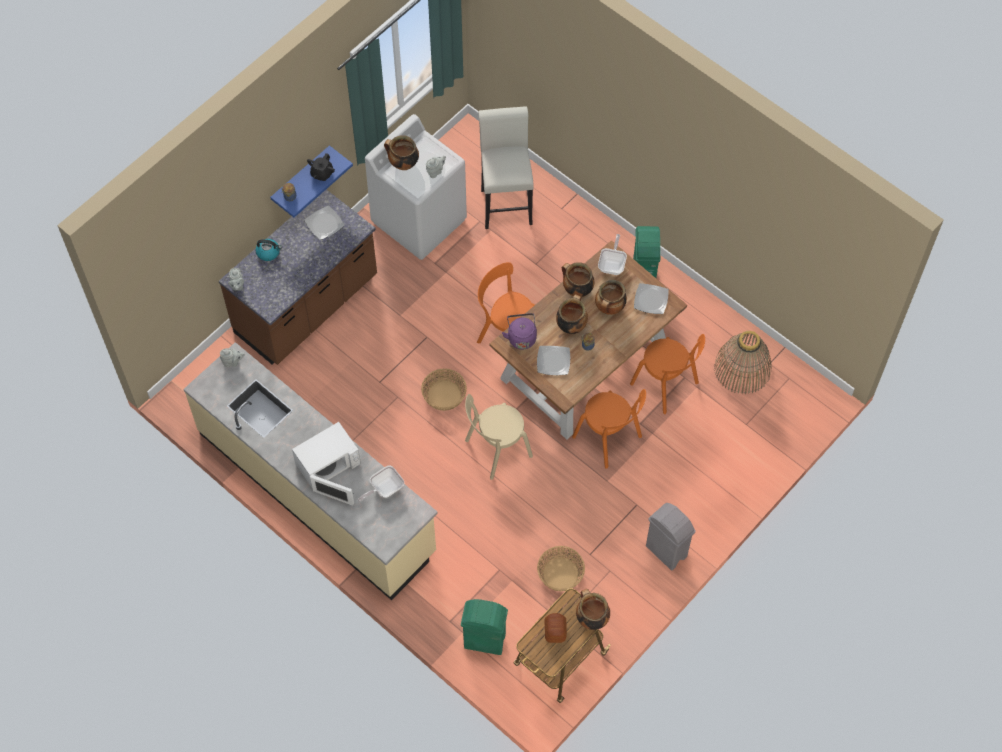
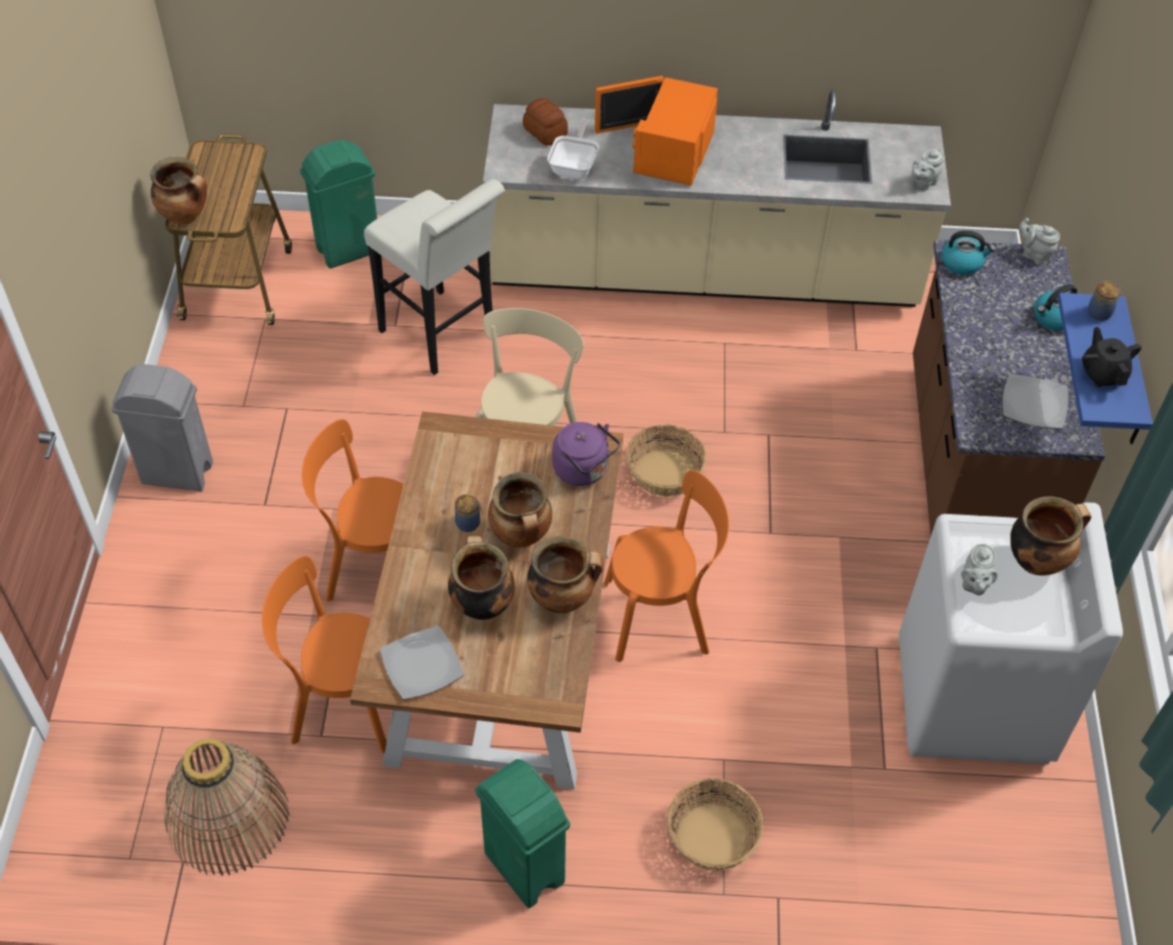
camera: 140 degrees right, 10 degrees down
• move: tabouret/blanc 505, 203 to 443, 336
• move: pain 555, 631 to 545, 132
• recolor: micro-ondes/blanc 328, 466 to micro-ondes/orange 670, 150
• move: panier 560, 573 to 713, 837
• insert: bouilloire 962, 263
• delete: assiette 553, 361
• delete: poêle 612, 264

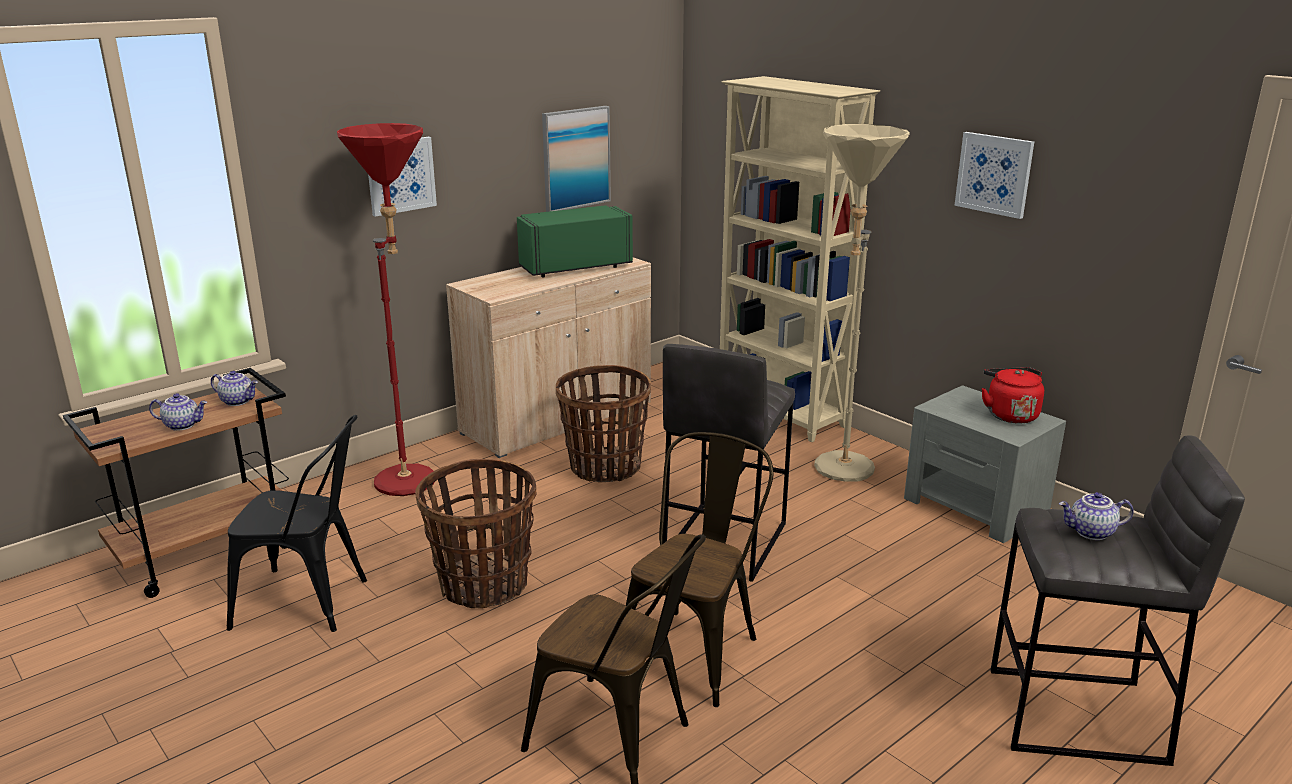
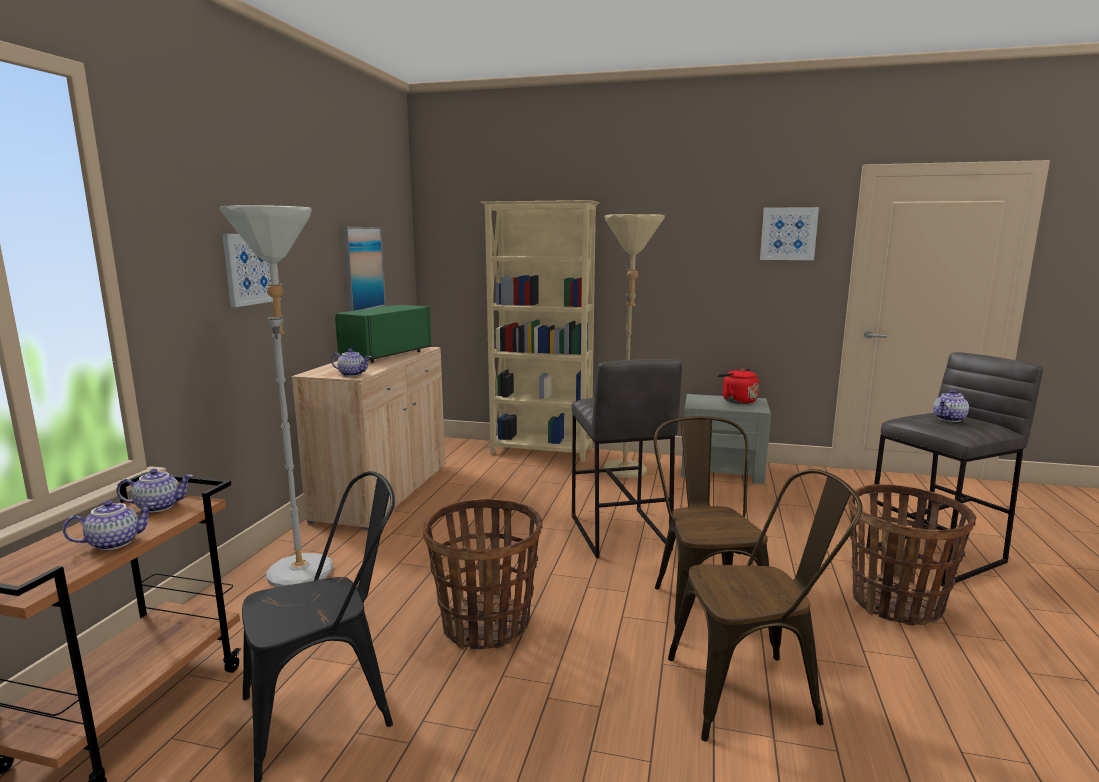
camera: 35 degrees left, 10 degrees down
• recolor: lampadaire/rouge 412, 475 to lampadaire/gris 301, 566
• insert: théière 352, 374
• move: tableau 994, 174 to 788, 233
• move: panier 604, 467 to 896, 603

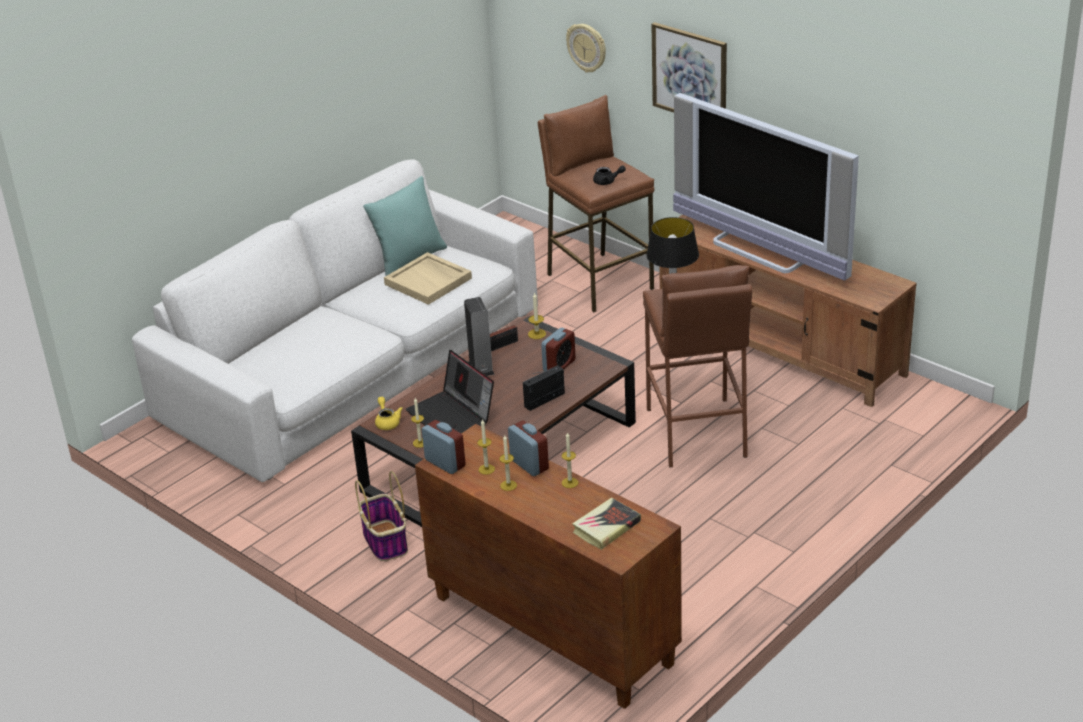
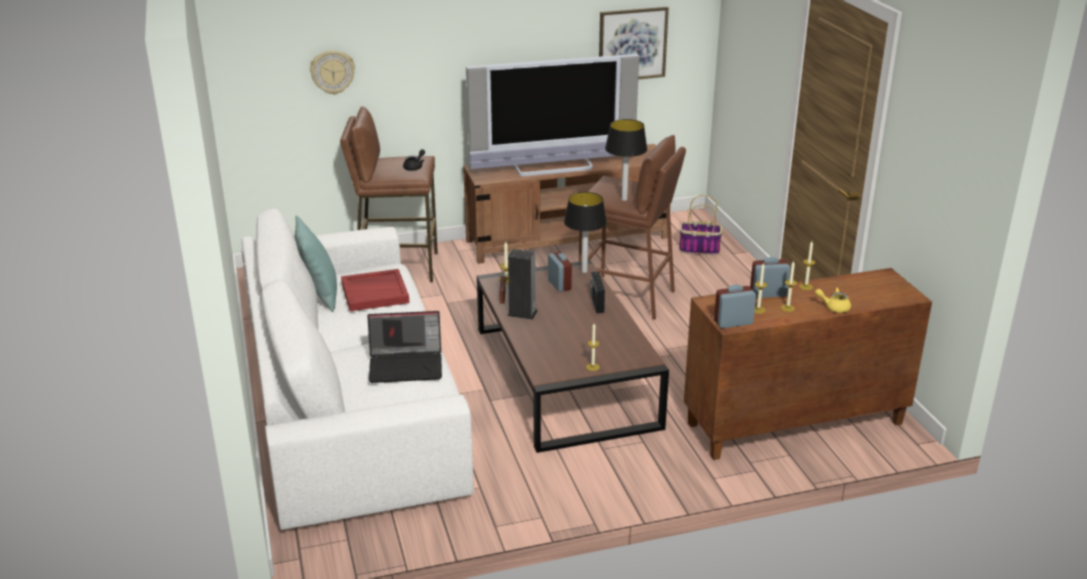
camera: 60 degrees left, 5 degrees down
• recolor: plateau/beige 429, 281 to plateau/rouge 375, 292
• move: ordinateur portable 452, 416 to 407, 365
• insert: lampe de table 584, 271
• move: tableau 690, 74 to 632, 44
• move: panier 384, 541 to 698, 249
• move: théière/jaune 387, 422 to 833, 307
• delete: livre 606, 527

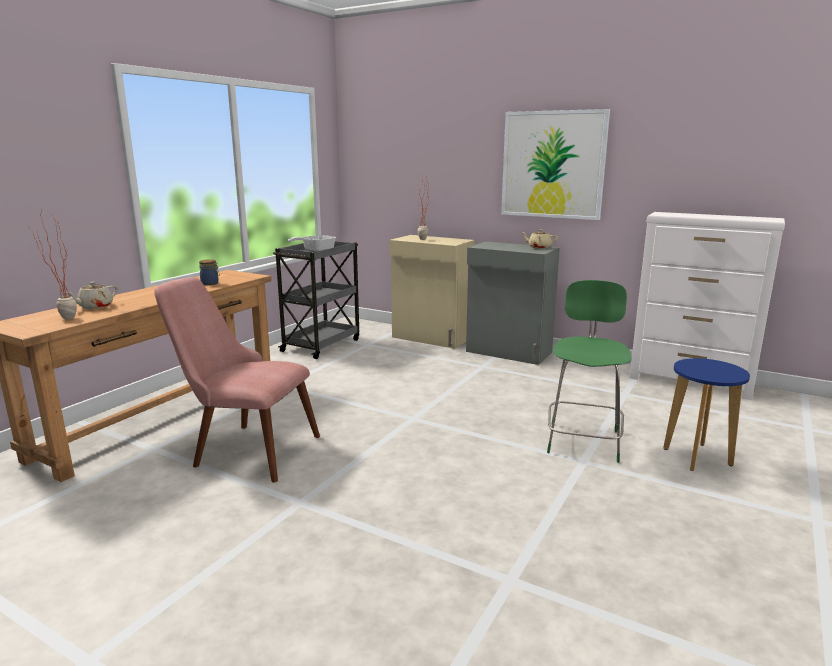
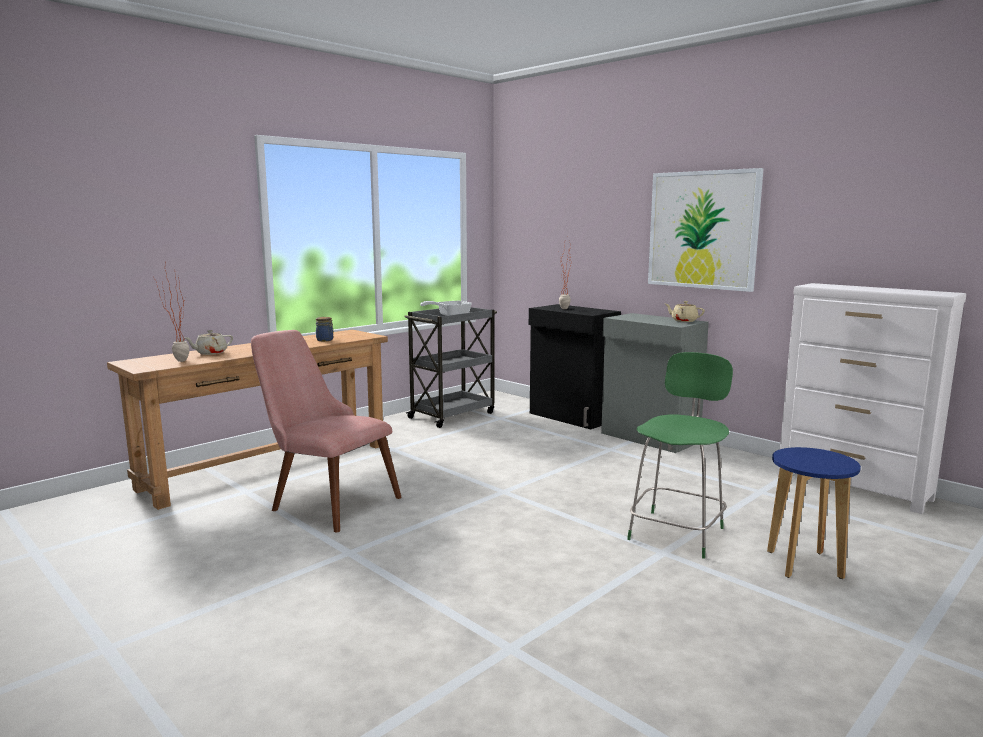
camera: 15 degrees right, 5 degrees down
• recolor: meuble de rangement/beige 431, 338 to meuble de rangement/noir 571, 417

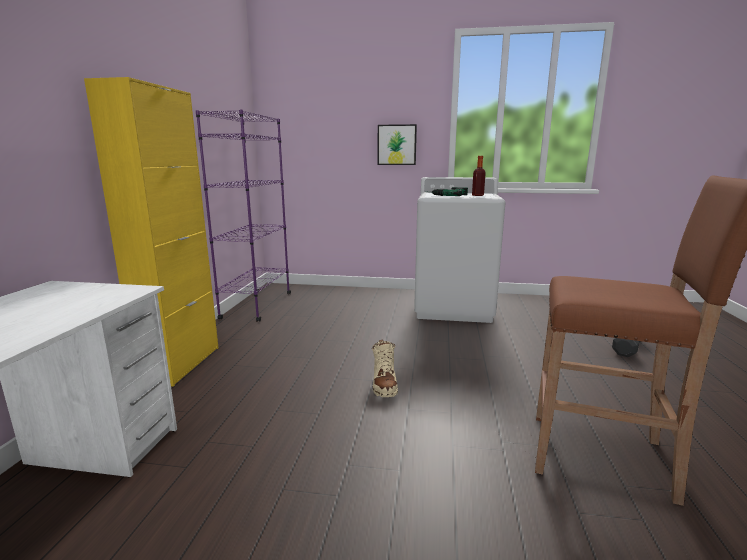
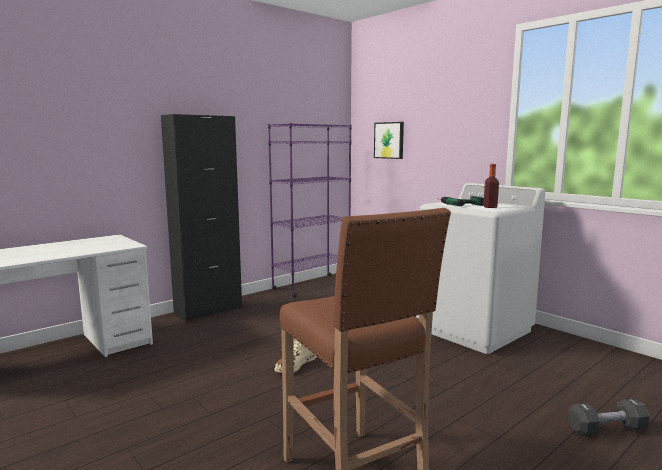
camera: 40 degrees right, 5 degrees down
• recolor: meuble de rangement/jaune 181, 364 to meuble de rangement/noir 208, 311
• move: tableau 397, 145 to 389, 140

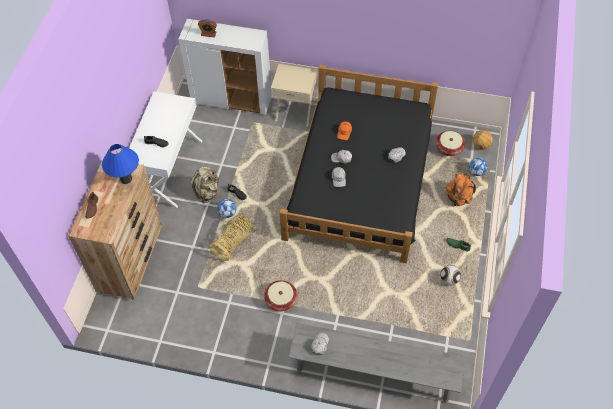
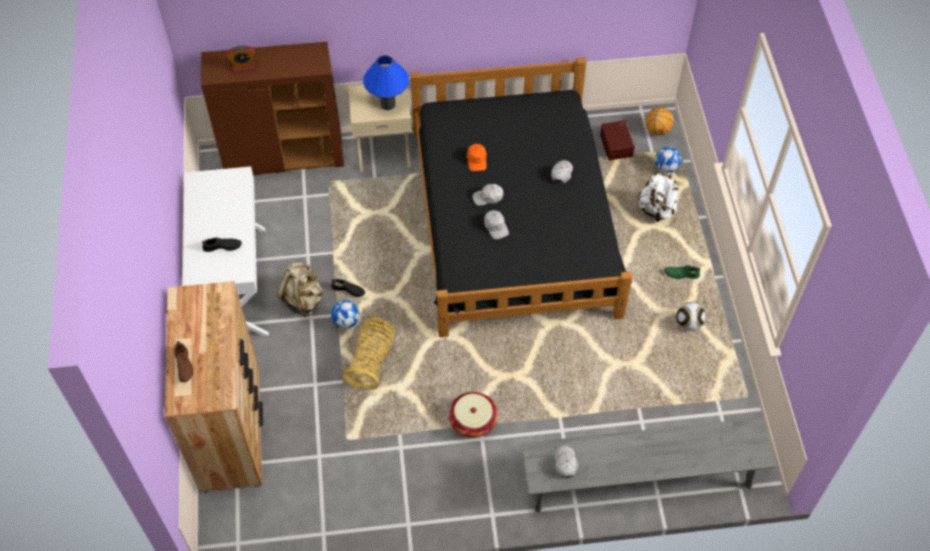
camera: 20 degrees left, 0 degrees up
• recolor: meuble de rangement/blanc 232, 99 to meuble de rangement/marron 285, 157
• move: lampe de table/bleu 126, 179 to 388, 104
• replace: panier 449, 148 to boîte de rangement/marron 617, 145
• recolor: sac à dos/orange 458, 198 to sac à dos/blanc 656, 210

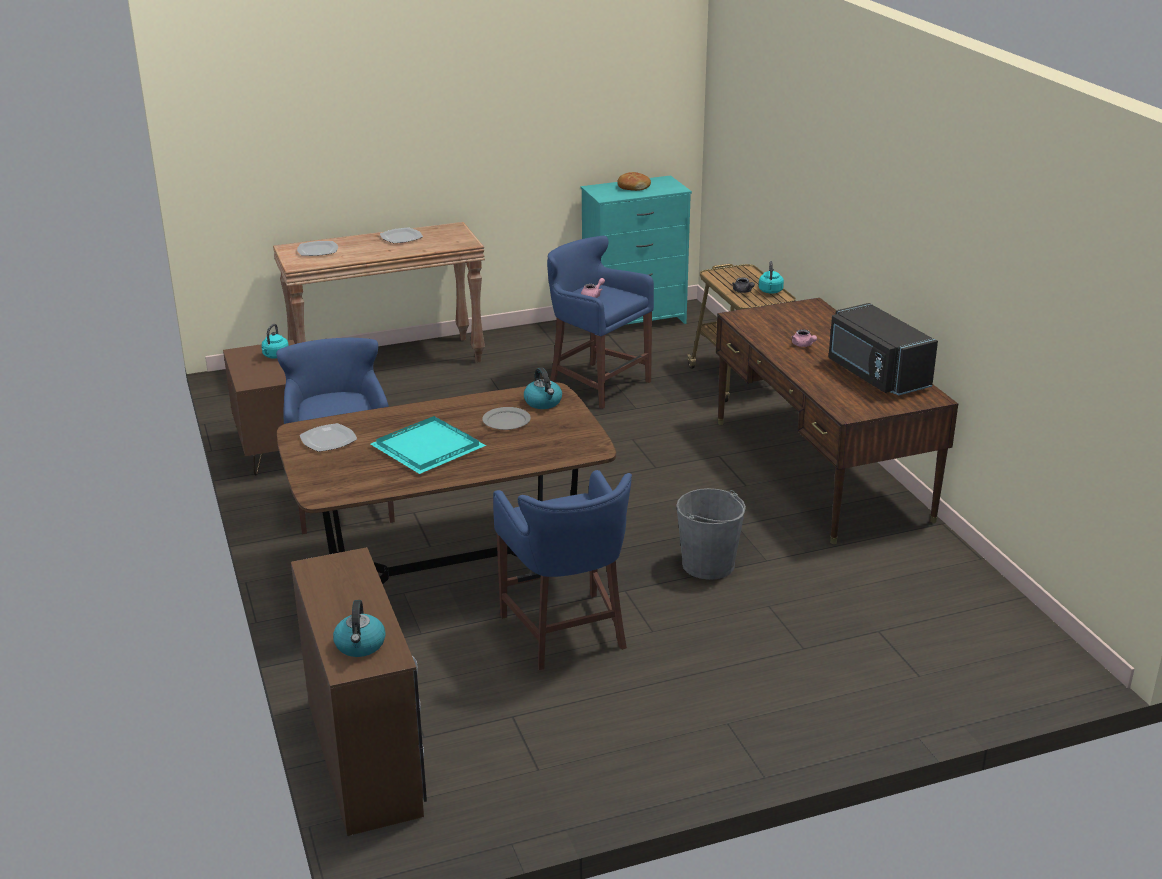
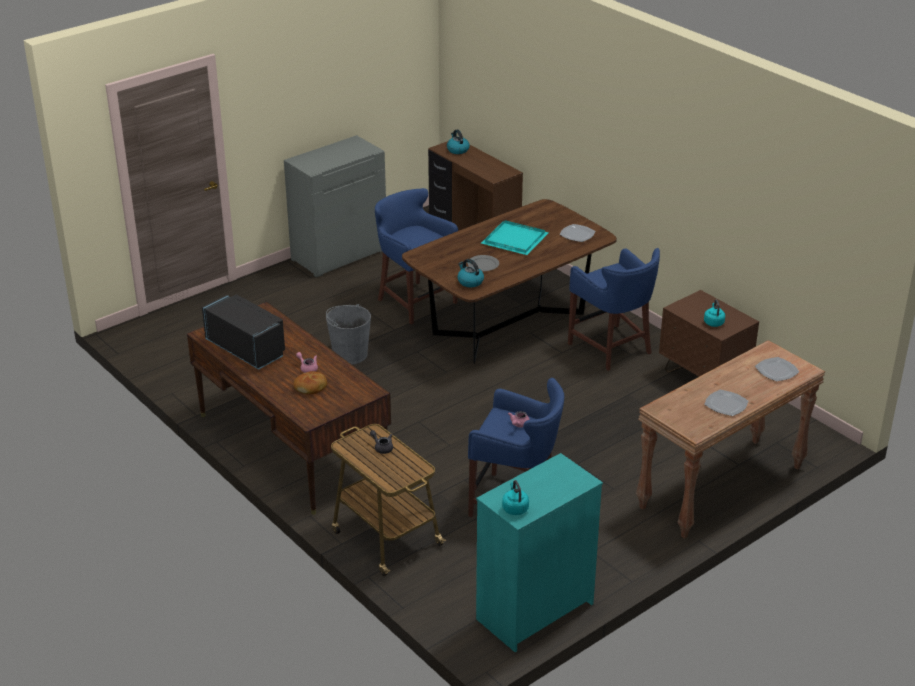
camera: 160 degrees right, 5 degrees up
• insert: meuble de rangement/gris 339, 254
• move: pain 633, 187 to 311, 387
• move: bouilloire/turquoise 770, 291 to 515, 508

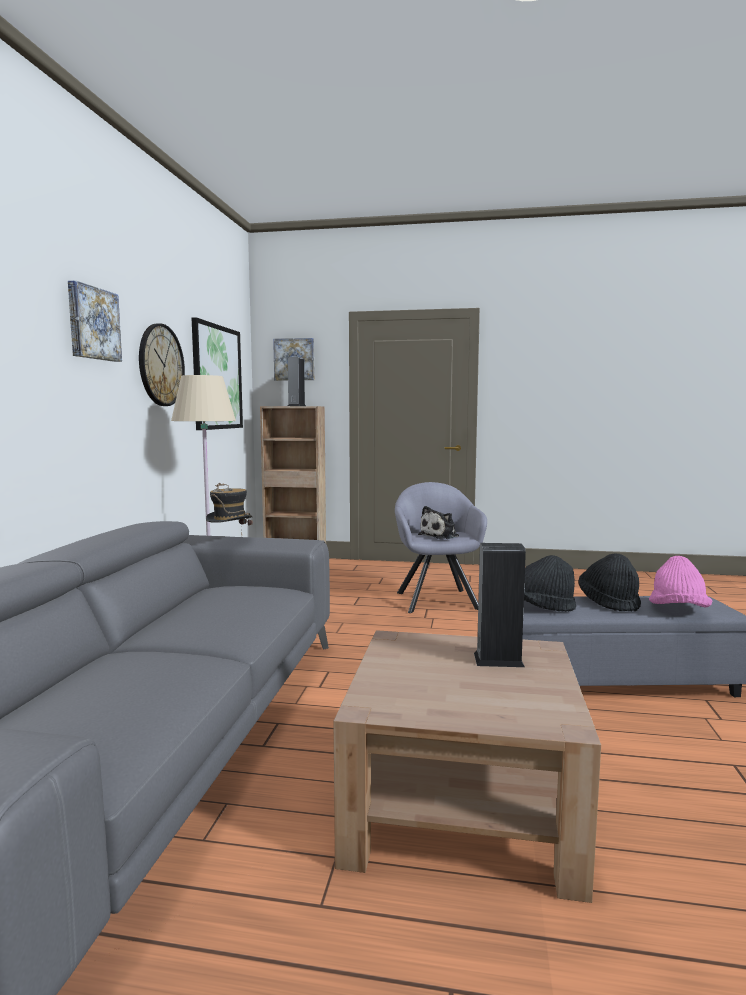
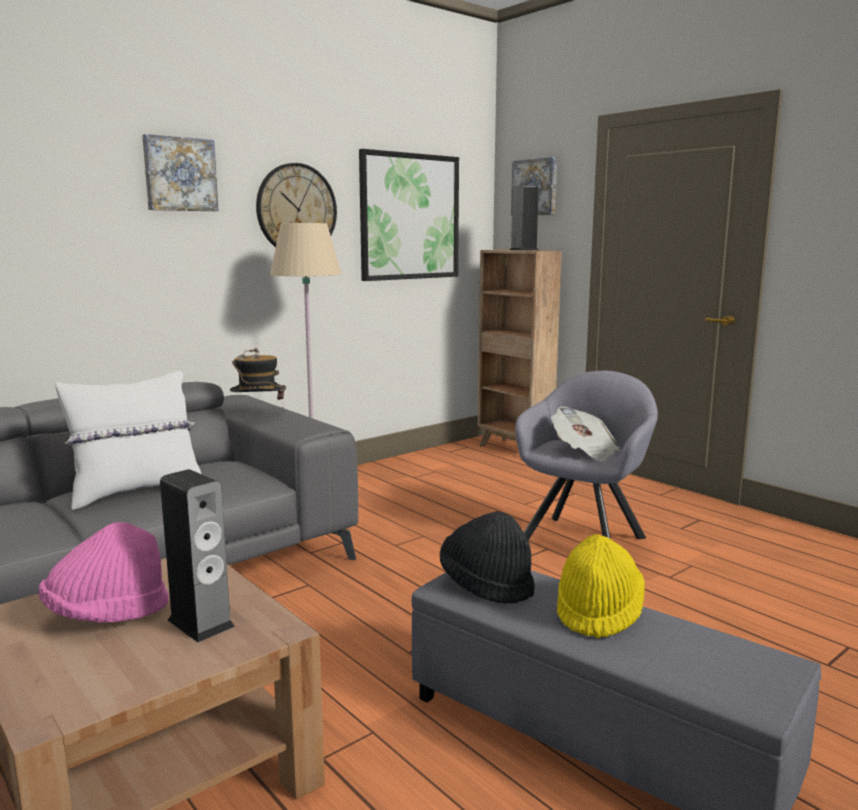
camera: 40 degrees right, 5 degrees up
• move: chapeau/rose 677, 610 to 107, 614
• insert: coussin/blanc 137, 492
• replace: peluche 440, 536 to journal 584, 451
• recolor: chapeau/noir 609, 602 to chapeau/jaune 598, 612

